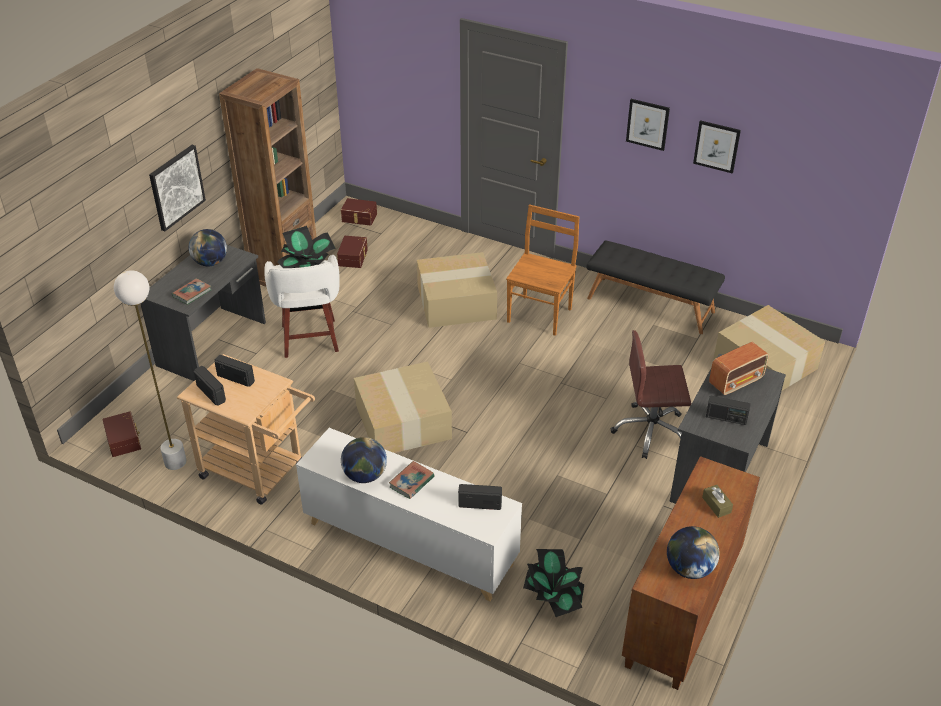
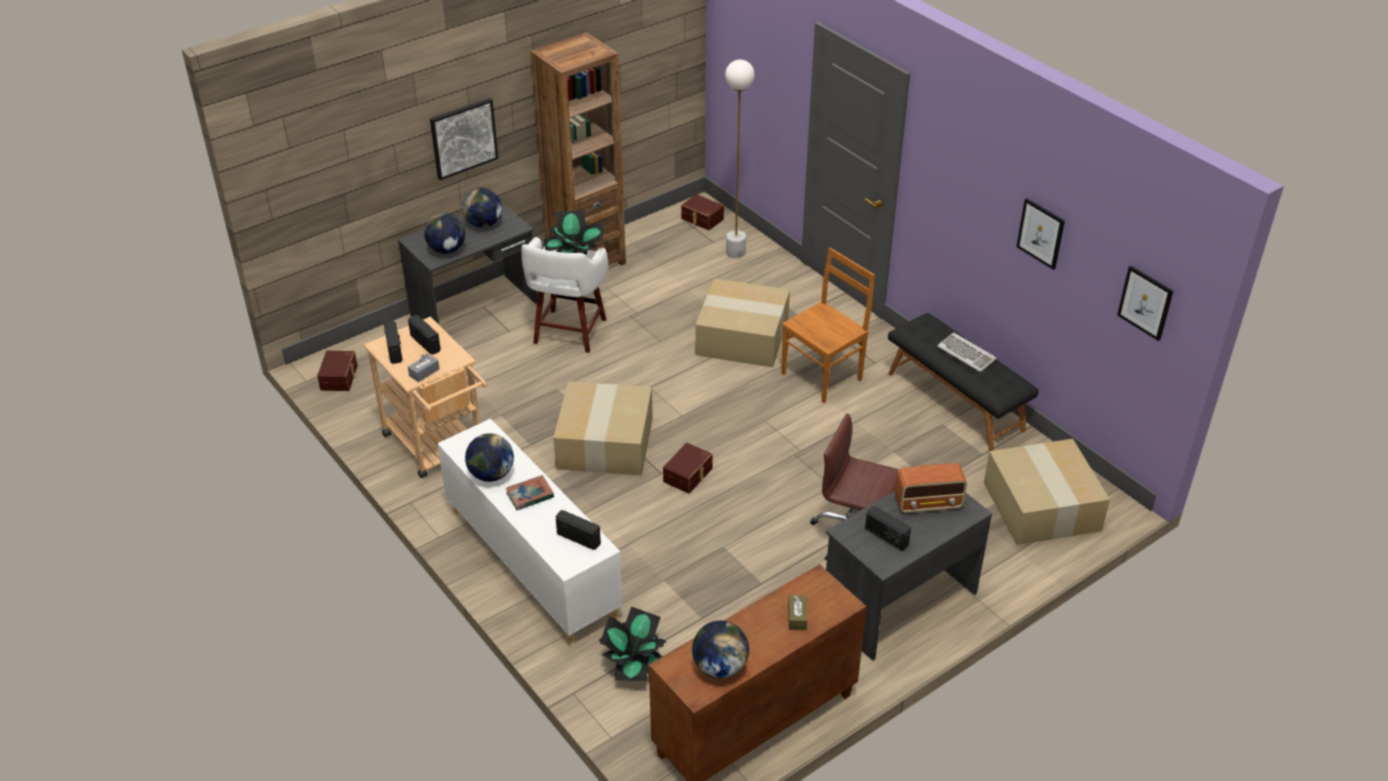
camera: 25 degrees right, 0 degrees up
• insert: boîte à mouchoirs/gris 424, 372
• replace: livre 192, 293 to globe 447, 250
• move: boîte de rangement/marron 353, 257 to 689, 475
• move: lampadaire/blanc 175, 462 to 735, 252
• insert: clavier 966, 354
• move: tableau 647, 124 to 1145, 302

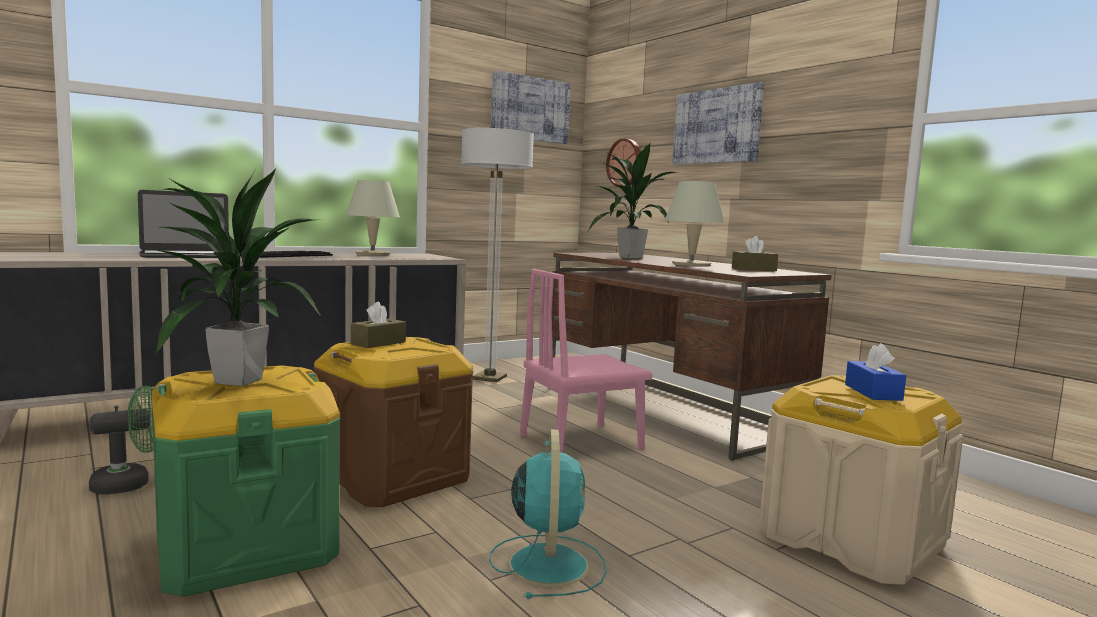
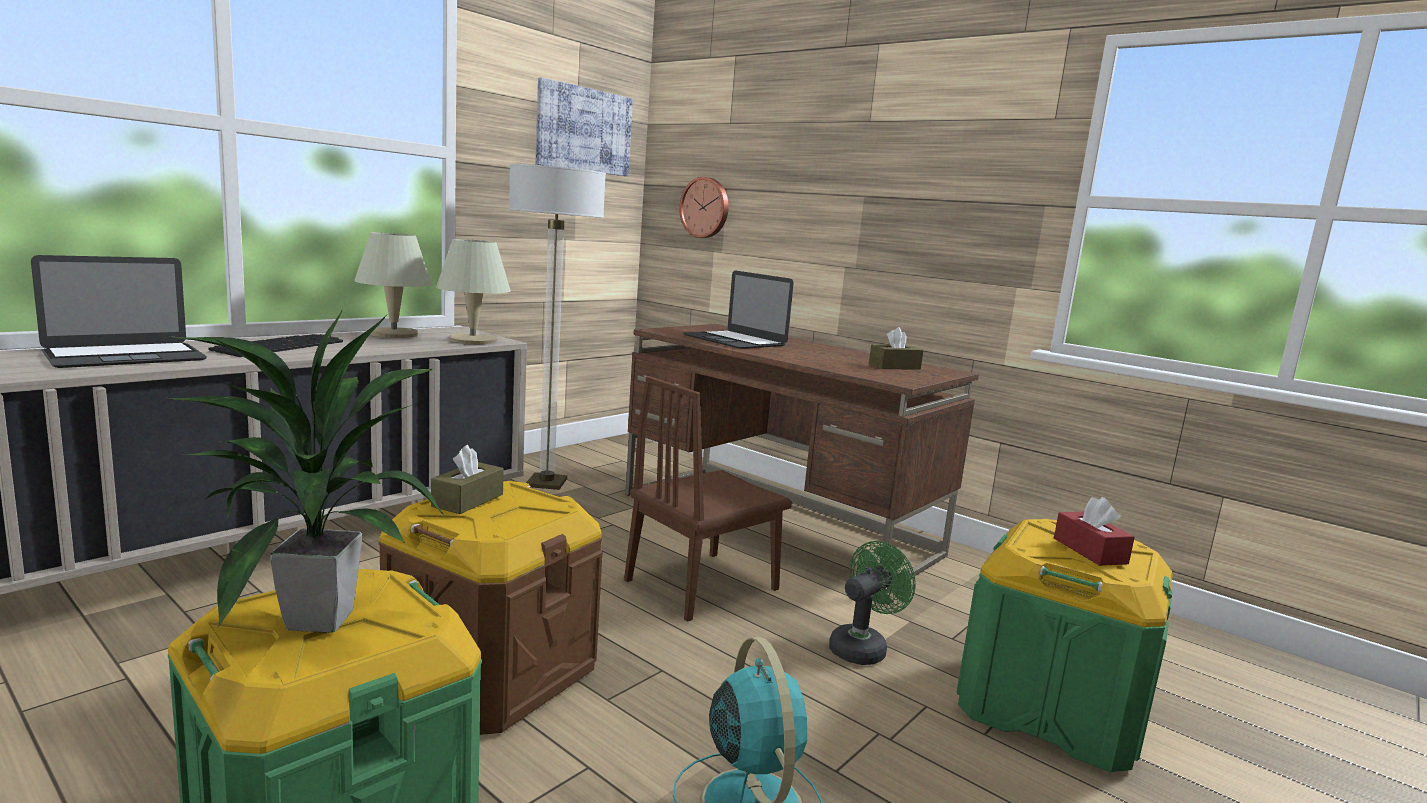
camera: 15 degrees left, 5 degrees up
• move: lampe de table/beige 691, 265 to 473, 340
• recolor: chaise/rose 581, 442 to chaise/marron 702, 584
• replace: plante en pot 630, 257 to ordinateur portable 734, 340
• move: ventilateur/vert 130, 483 to 862, 647
• recolor: boîte de rangement/beige 852, 540 to boîte de rangement/vert 1051, 708
• recolor: boîte à mouchoirs/bleu 873, 392 to boîte à mouchoirs/rouge 1089, 551
• delete: tableau 717, 126

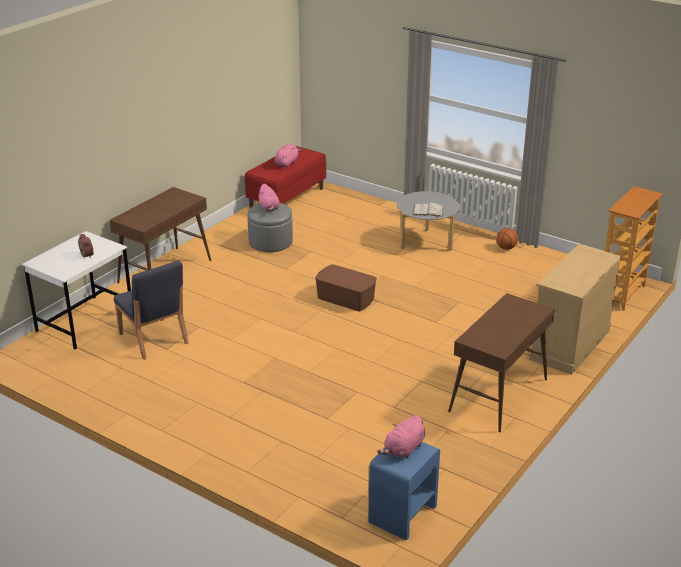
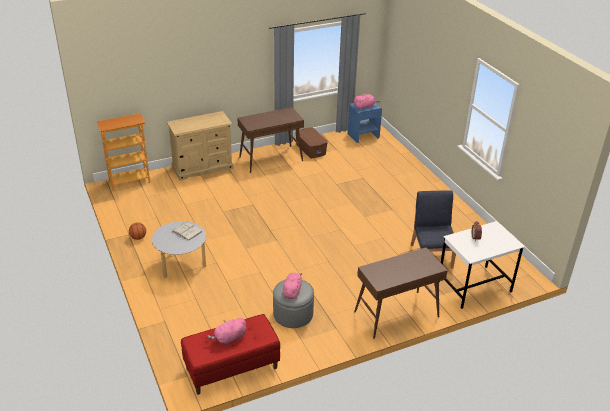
camera: 150 degrees left, 5 degrees up
• move: boîte de rangement/marron 345, 299 to 311, 149

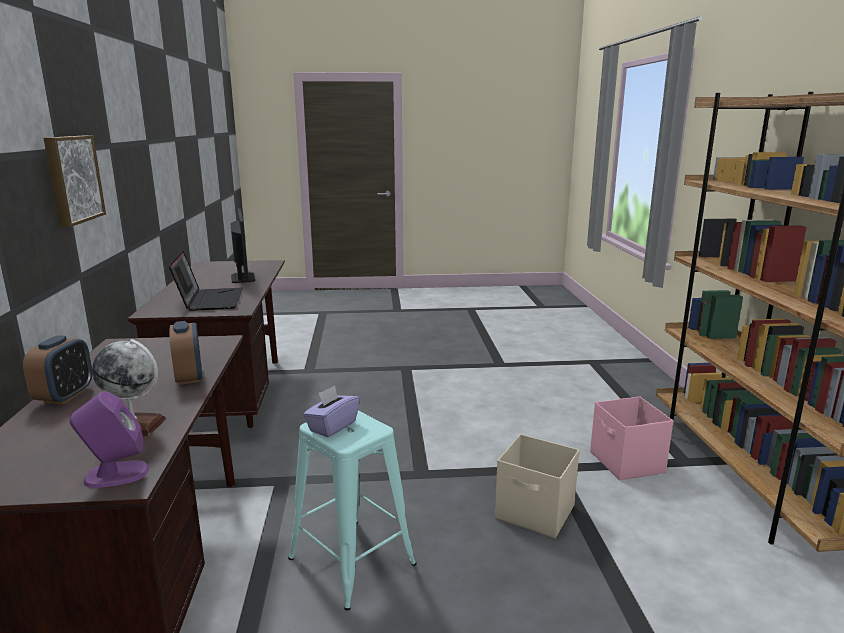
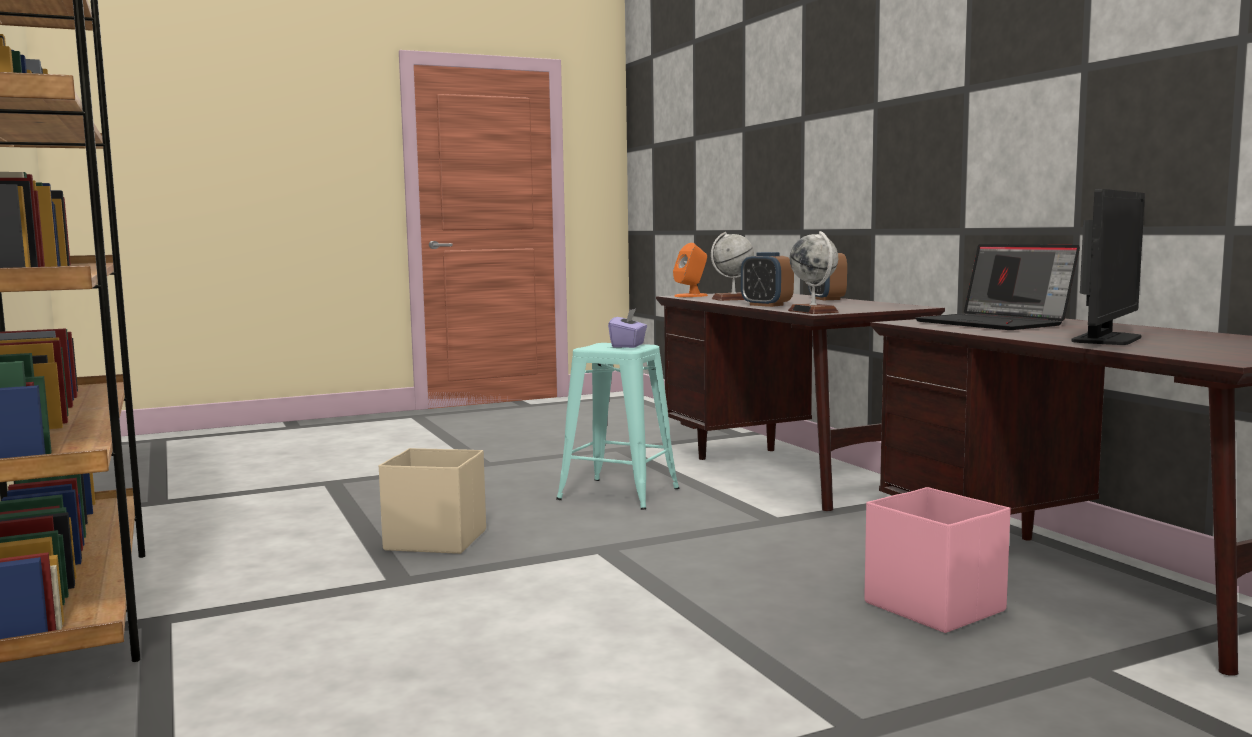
camera: 160 degrees right, 10 degrees down
• recolor: enceinte/violet 115, 474 to enceinte/orange 691, 296
• insert: globe 813, 311
• move: boîte de rangement/rose 626, 463 to 933, 606
• rotate: écran d'ordinateur 243, 278 = 1106, 339 105 degrees counterclockwise
• delete: tableau 72, 179

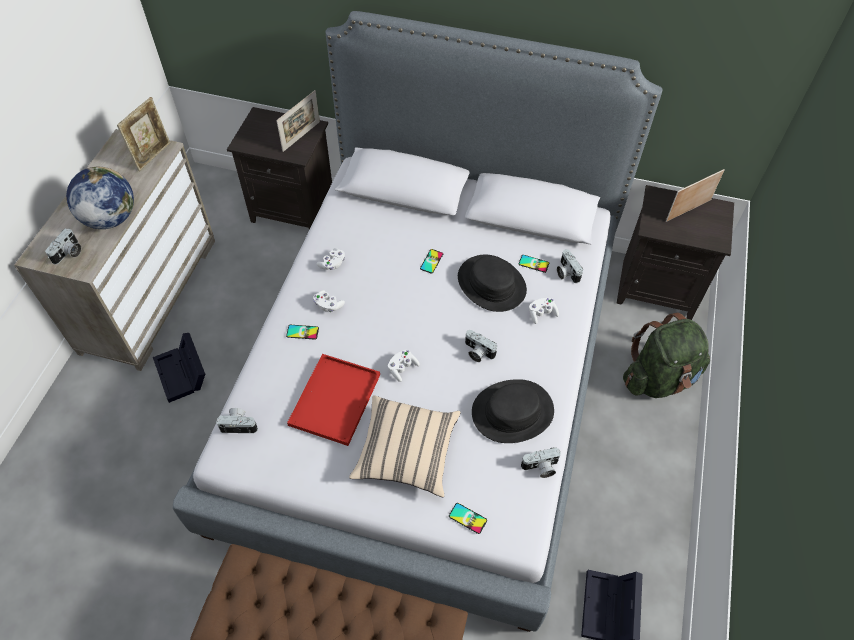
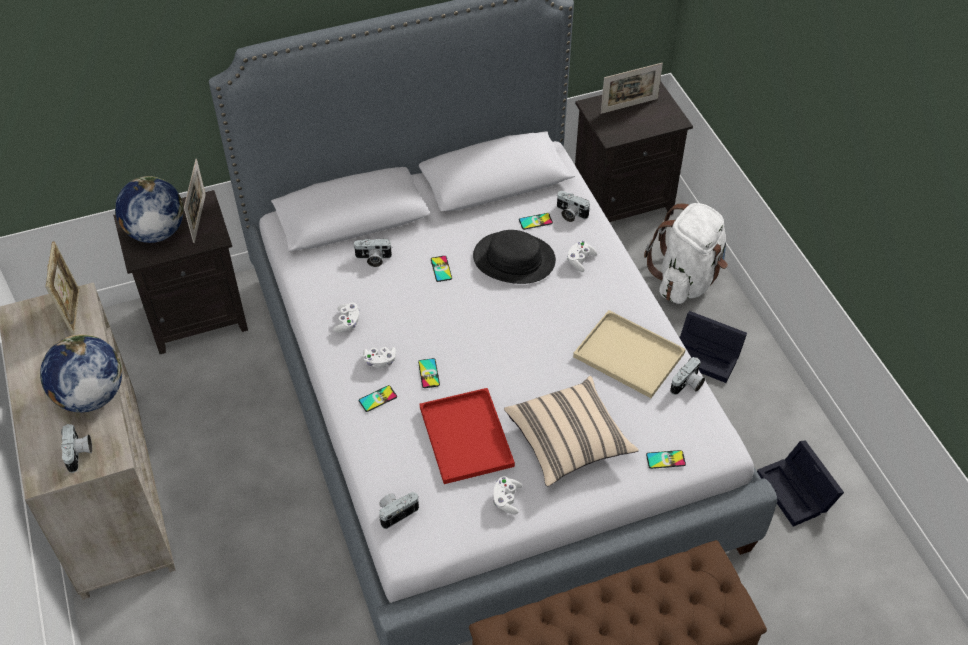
camera: 35 degrees left, 5 degrees down
• insert: globe 155, 232
• move: appareil photo 477, 352 to 373, 259
• insert: téléphone 429, 373
• move: manette/blanc 402, 368 to 506, 499
• replace: chapeau/noir 512, 411 to plateau/beige 626, 355
• rotate: cadre photo 688, 210 = 629, 106 135 degrees counterclockwise
• recolor: sac à dos/vert 659, 378 to sac à dos/blanc 686, 279
• move: boîte de rangement/noir 183, 374 to 707, 355

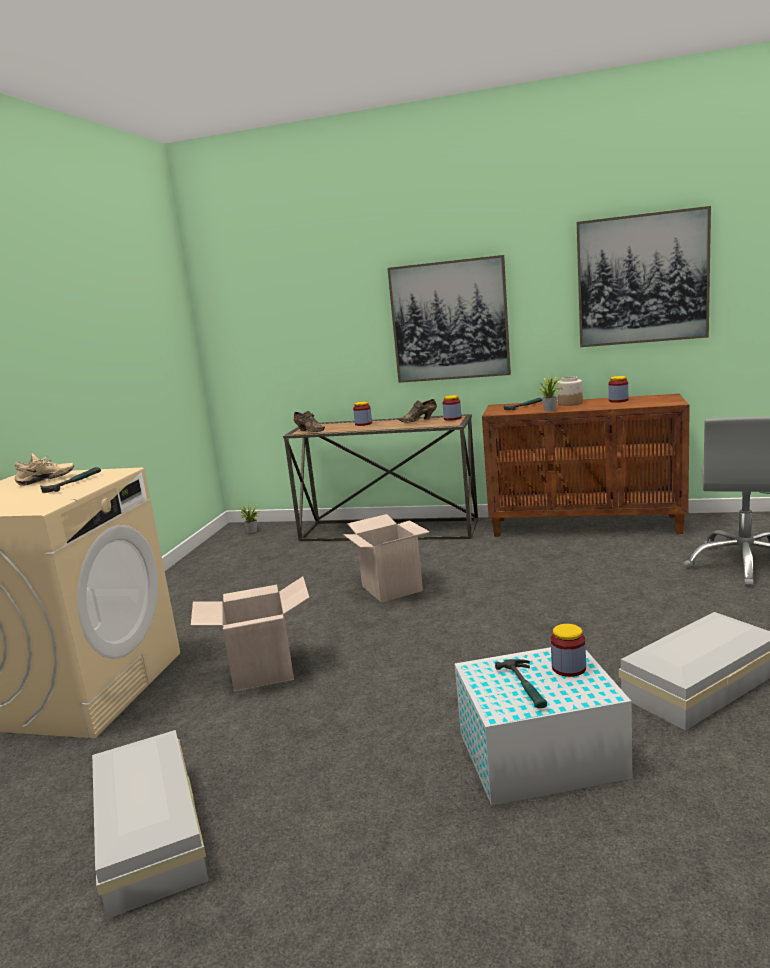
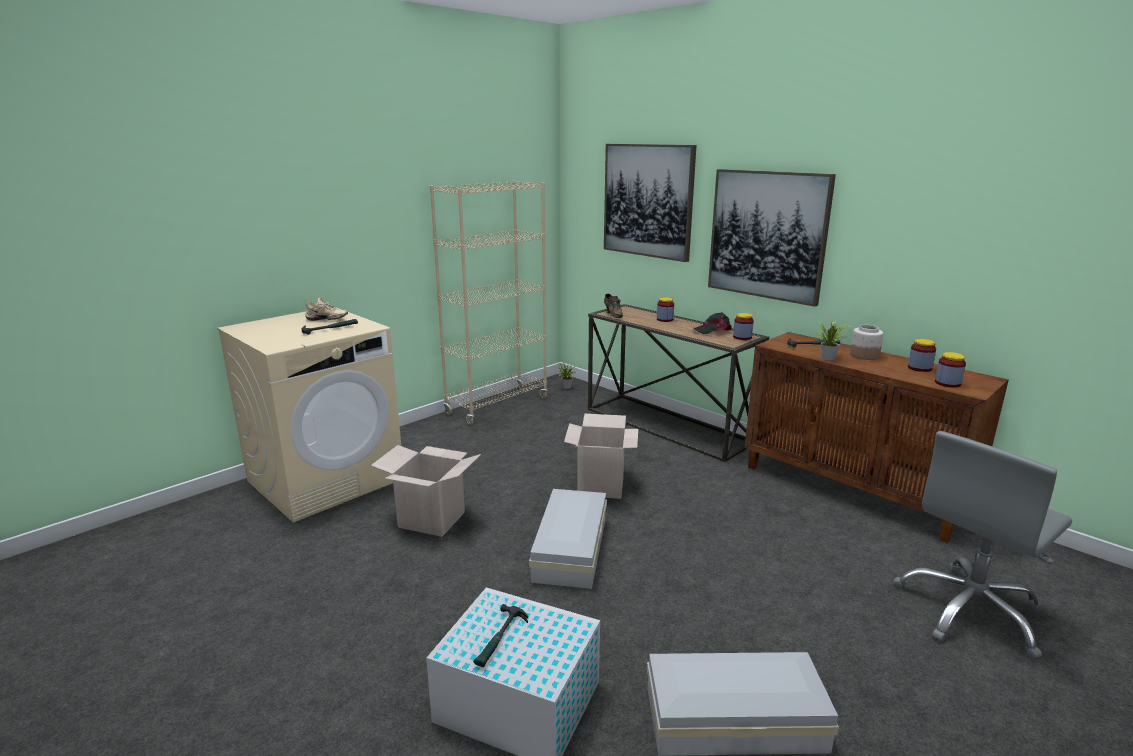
camera: 30 degrees right, 5 degrees up
• insert: bibliothèque/beige 497, 405
• move: boîte de rangement/blanc 148, 837 to 569, 550
• move: tableau 642, 279 to 648, 201
• replace: chaussure/marron 420, 420 to casquette/noir 713, 330
• move: bocal 568, 668 to 947, 383

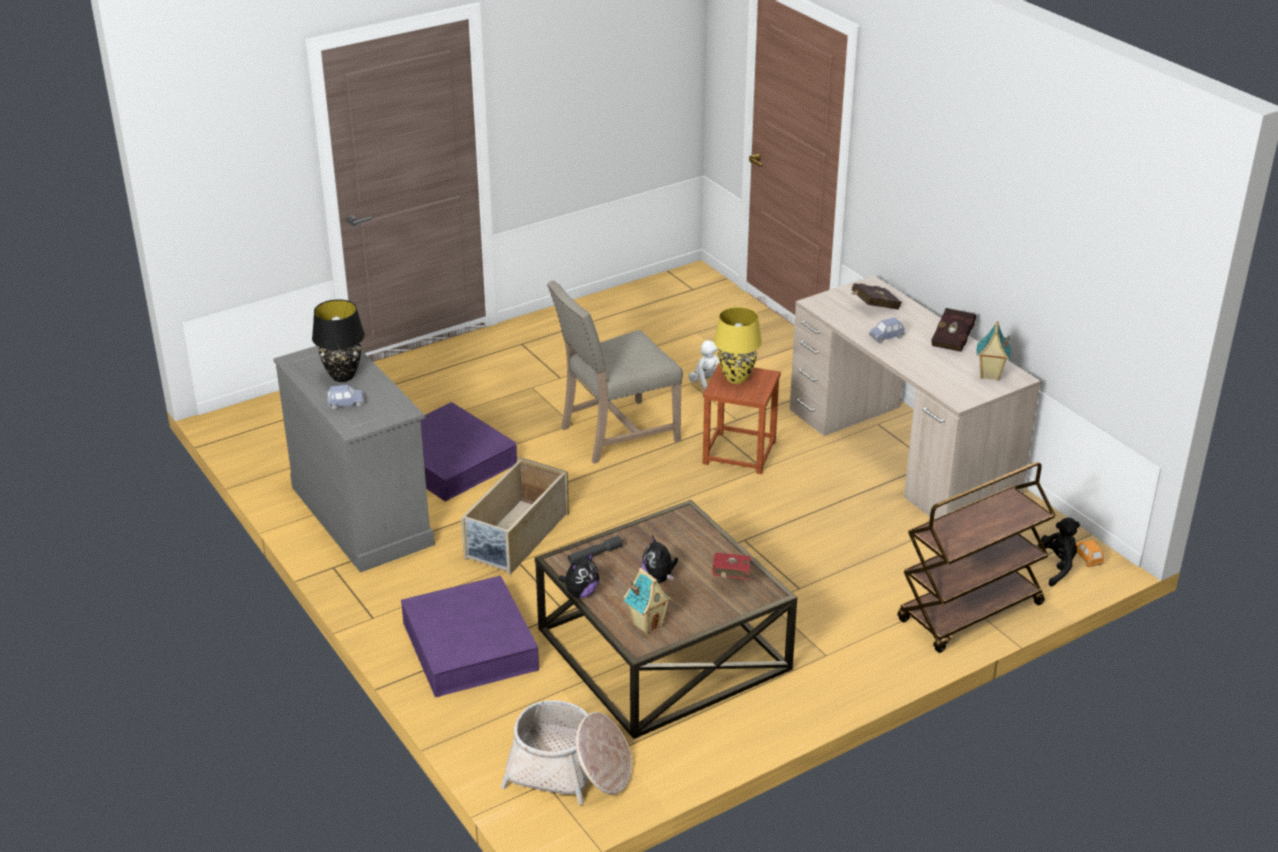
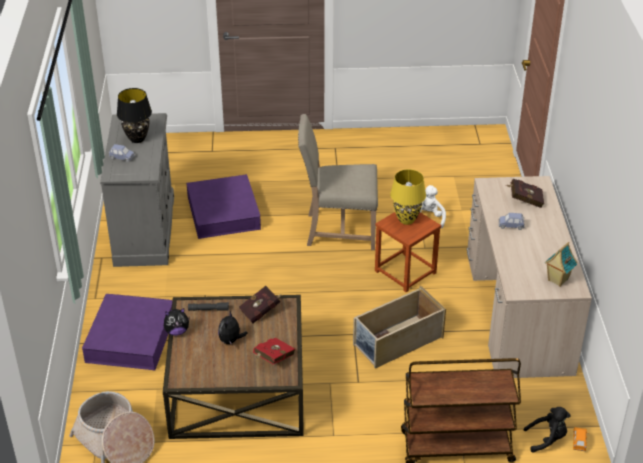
camera: 30 degrees right, 5 degrees up
• move: livre/rouge 953, 340 to 261, 311
• move: boîte de rangement/beige 516, 537 to 397, 341
• delete: maison miniature 647, 624

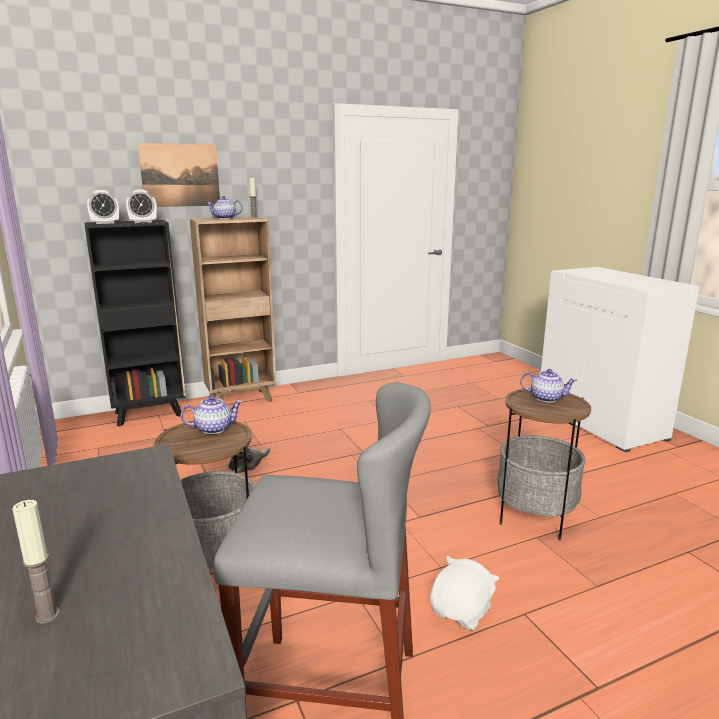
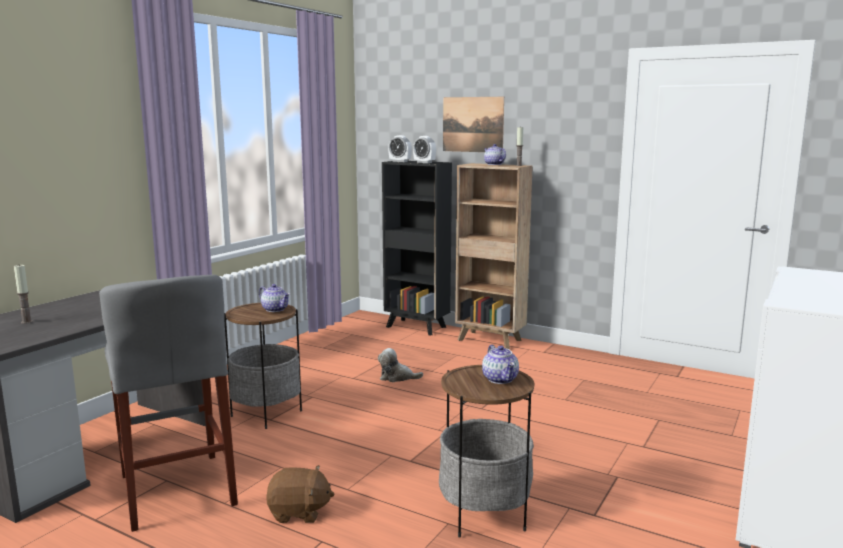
camera: 55 degrees right, 5 degrees down
• recolor: peluche/blanc 462, 611 to peluche/marron 299, 512

